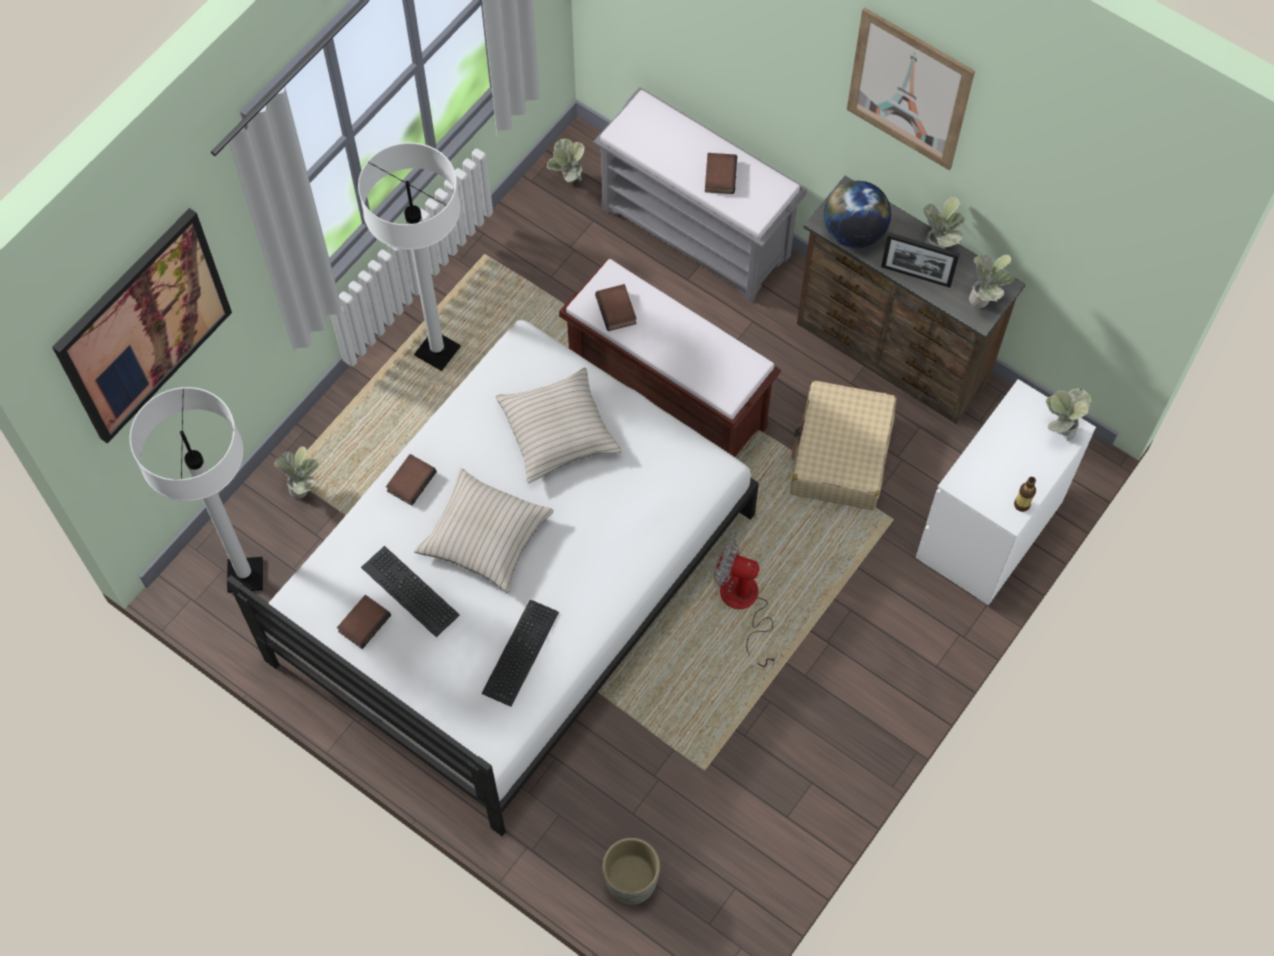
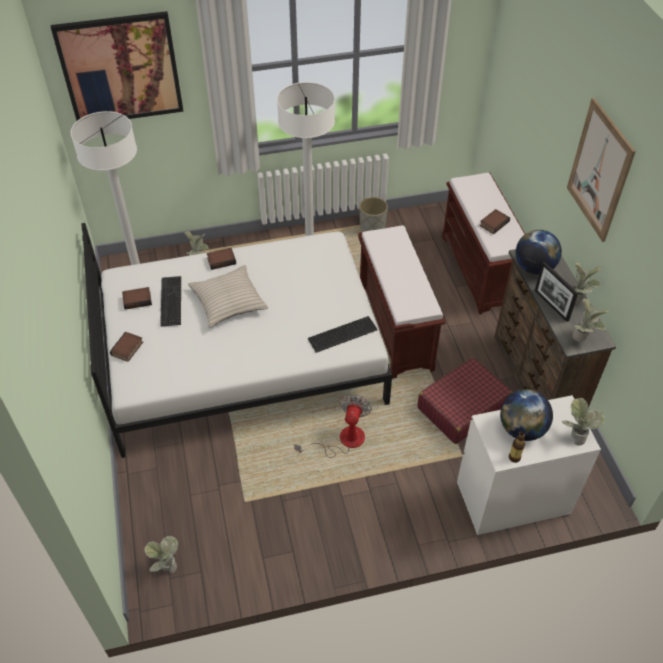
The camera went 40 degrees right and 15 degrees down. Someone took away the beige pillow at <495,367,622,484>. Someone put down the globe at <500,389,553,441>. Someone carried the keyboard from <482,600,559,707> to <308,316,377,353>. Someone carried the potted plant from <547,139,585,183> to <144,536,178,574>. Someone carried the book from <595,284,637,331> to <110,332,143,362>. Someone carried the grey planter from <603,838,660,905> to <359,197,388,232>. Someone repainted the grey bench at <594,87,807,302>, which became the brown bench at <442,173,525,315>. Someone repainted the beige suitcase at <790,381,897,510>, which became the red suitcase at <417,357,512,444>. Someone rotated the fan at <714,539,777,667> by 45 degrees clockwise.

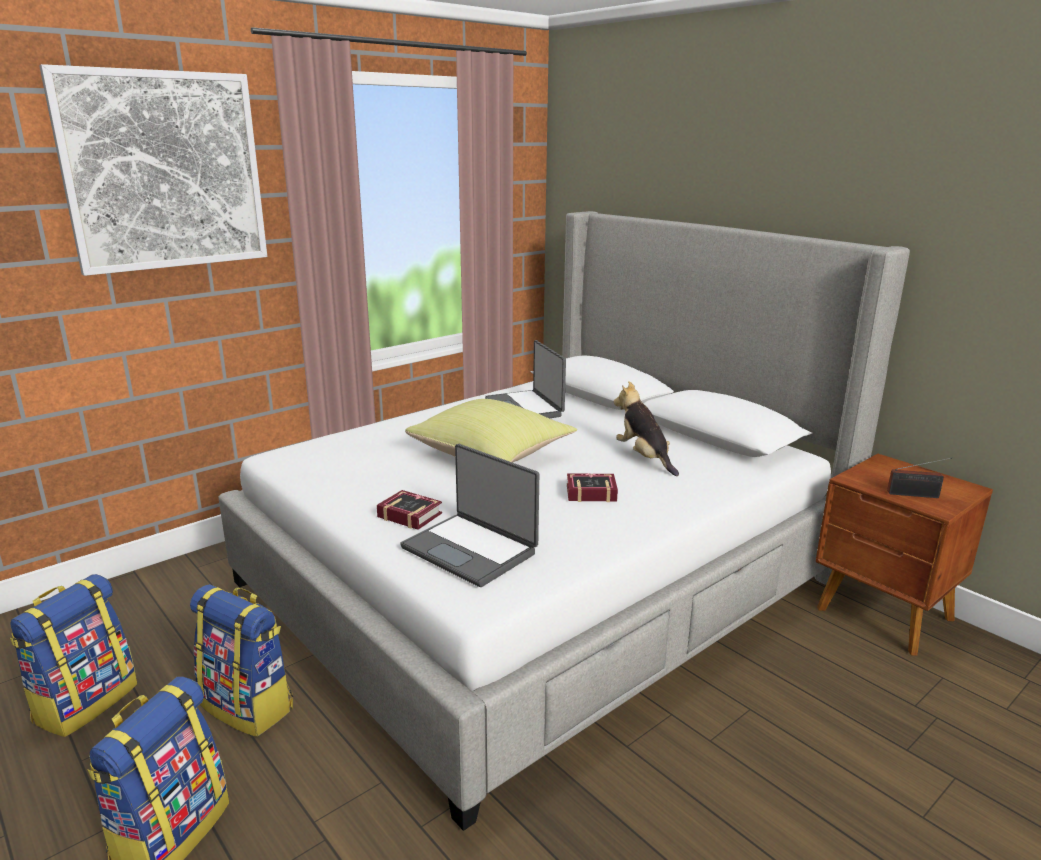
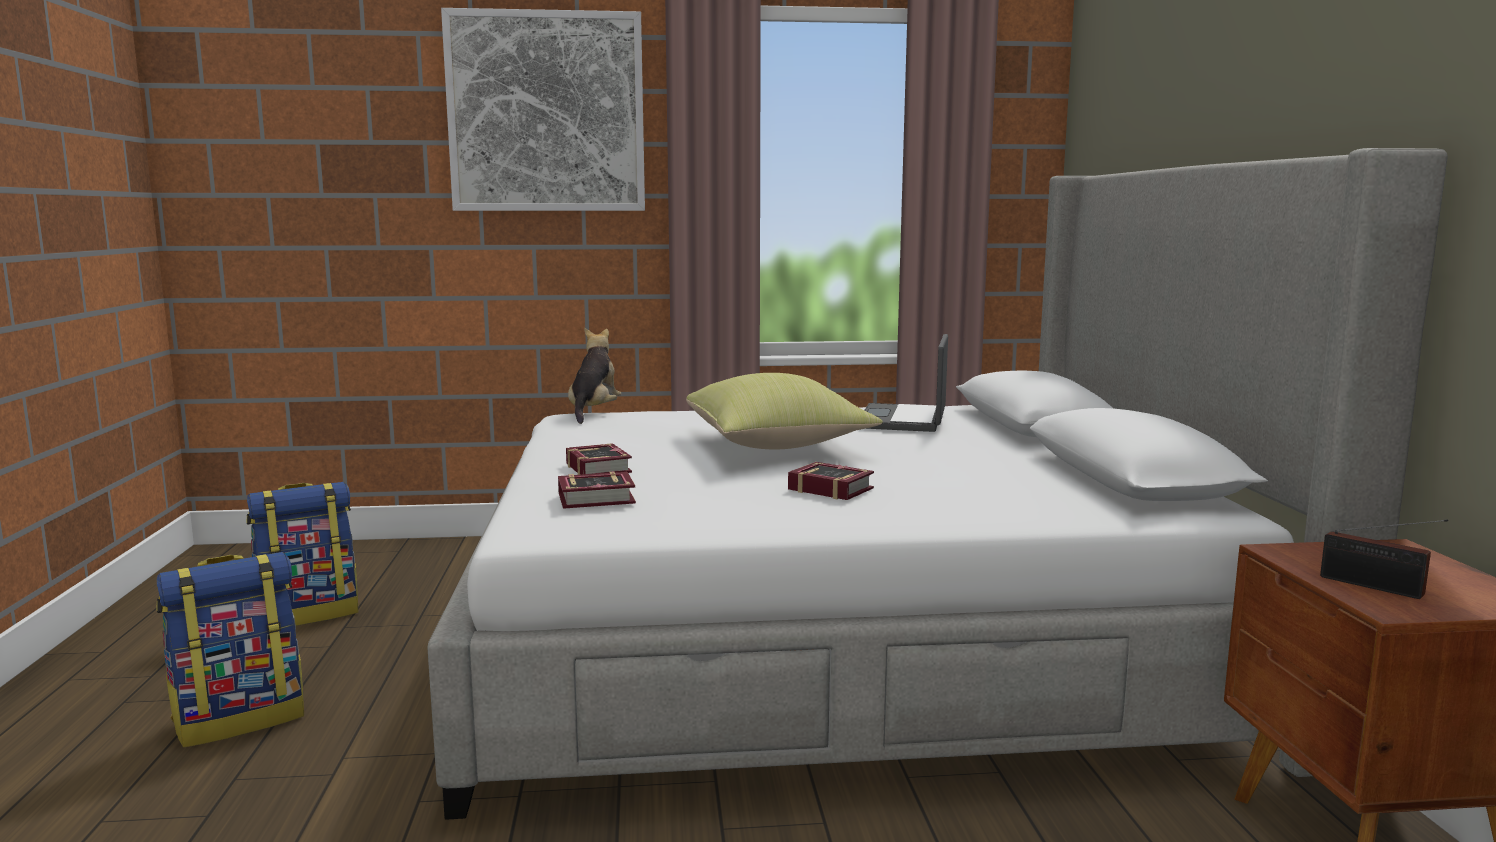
The camera went 35 degrees right and 10 degrees down. Someone took away the backpack at <190,584,293,737>. Someone carried the plush toy from <614,381,679,476> to <568,328,622,424>. Someone swapped the laptop at <400,444,539,587> for the book at <558,471,636,509>.

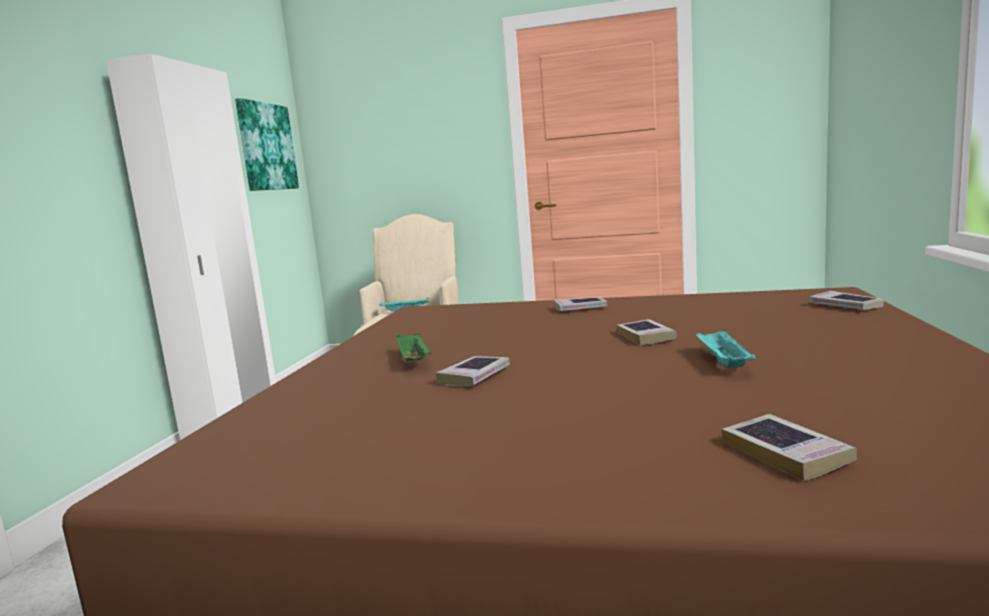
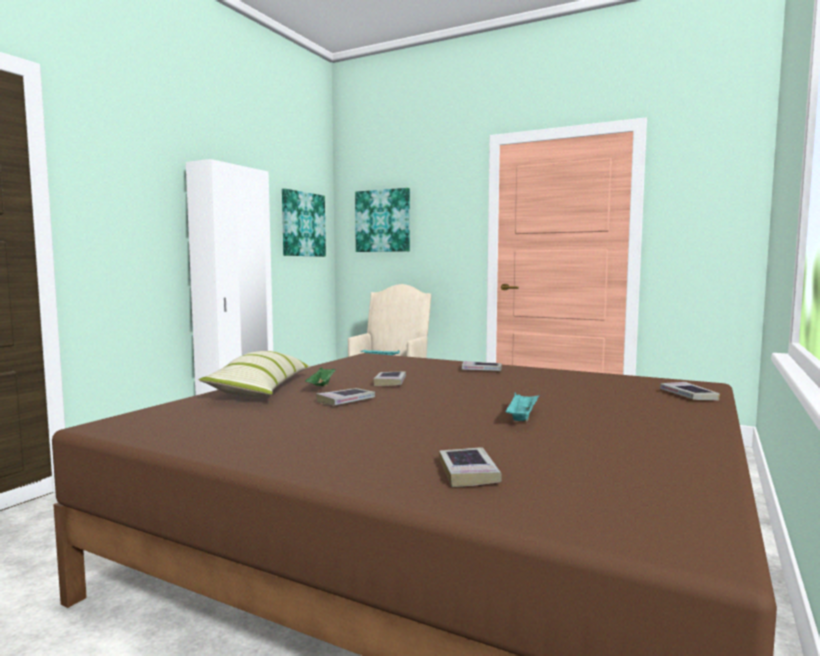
The camera went 15 degrees right and 5 degrees down. Someone put down the pillow at <199,351,311,398>. Someone put up the picture at <355,188,410,252>. Someone carried the book from <616,319,677,345> to <373,371,406,386>.

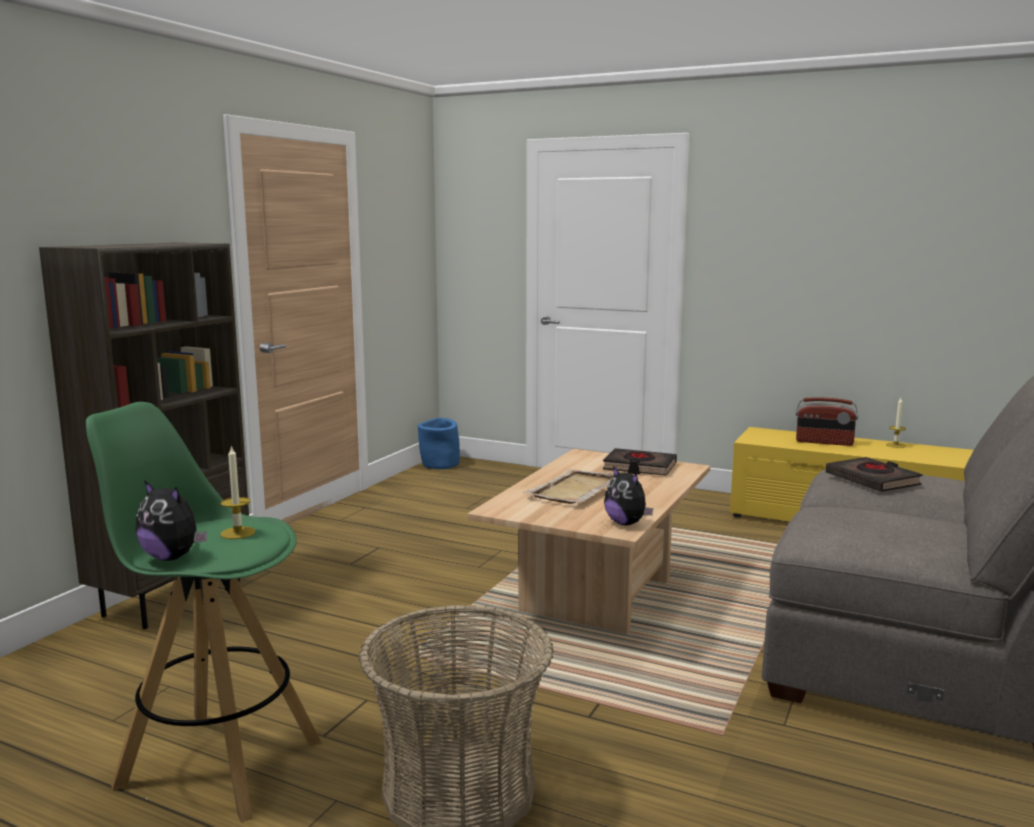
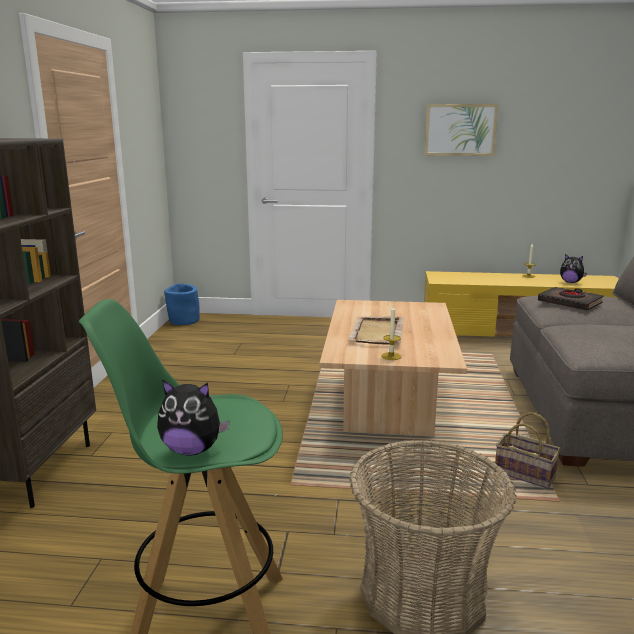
The camera went 20 degrees left and 5 degrees up. Someone took away the black book at <603,448,677,476>. Someone took away the radio at <796,397,858,446>. Someone put up the picture at <424,104,498,156>. Someone put down the basket at <495,412,561,488>. Someone carried the candle from <220,445,255,539> to <381,304,401,360>. Someone carried the plush toy from <604,466,653,526> to <560,254,587,283>.

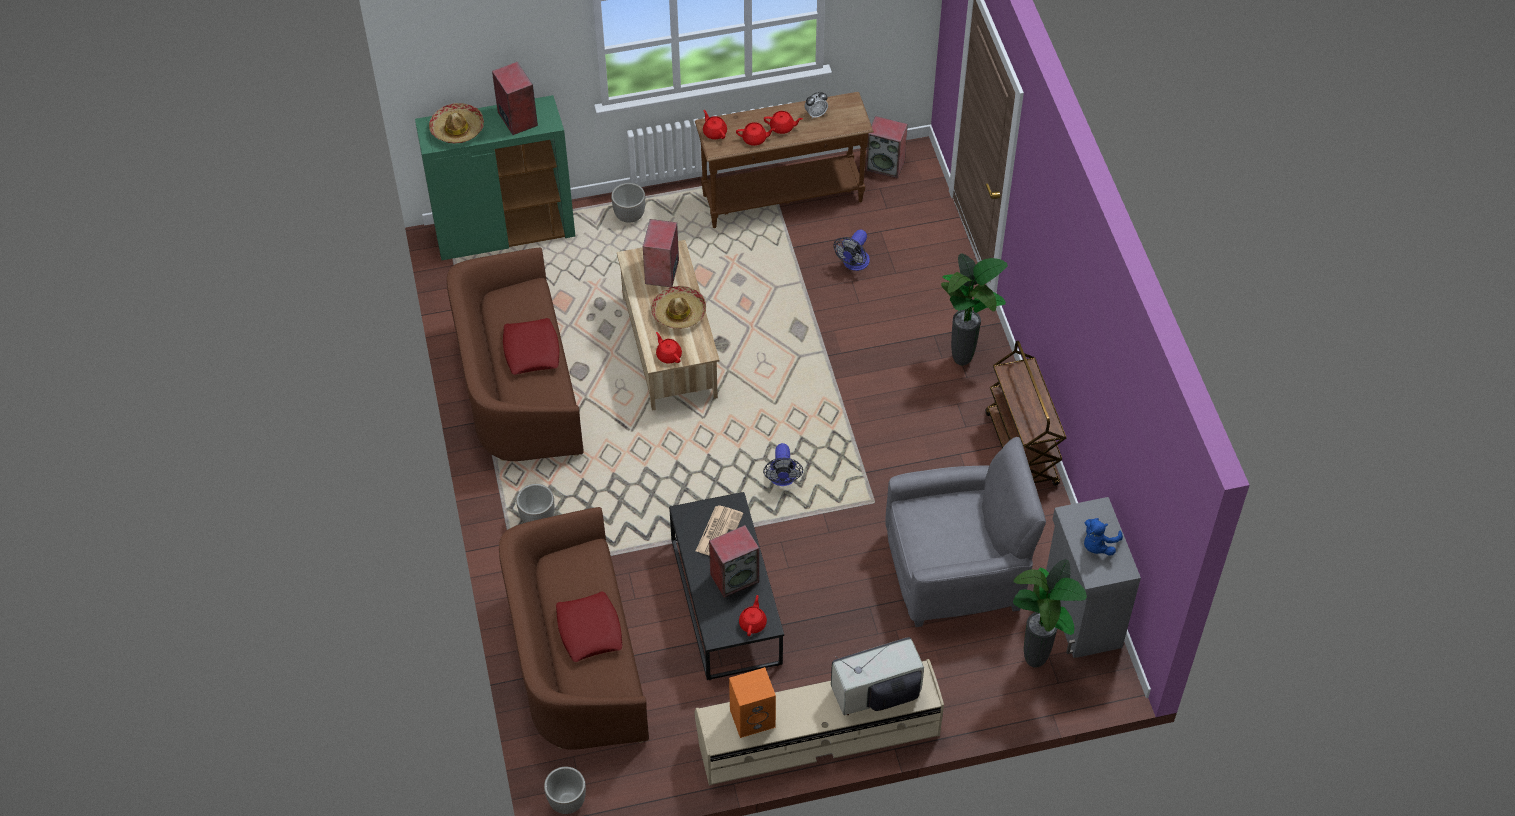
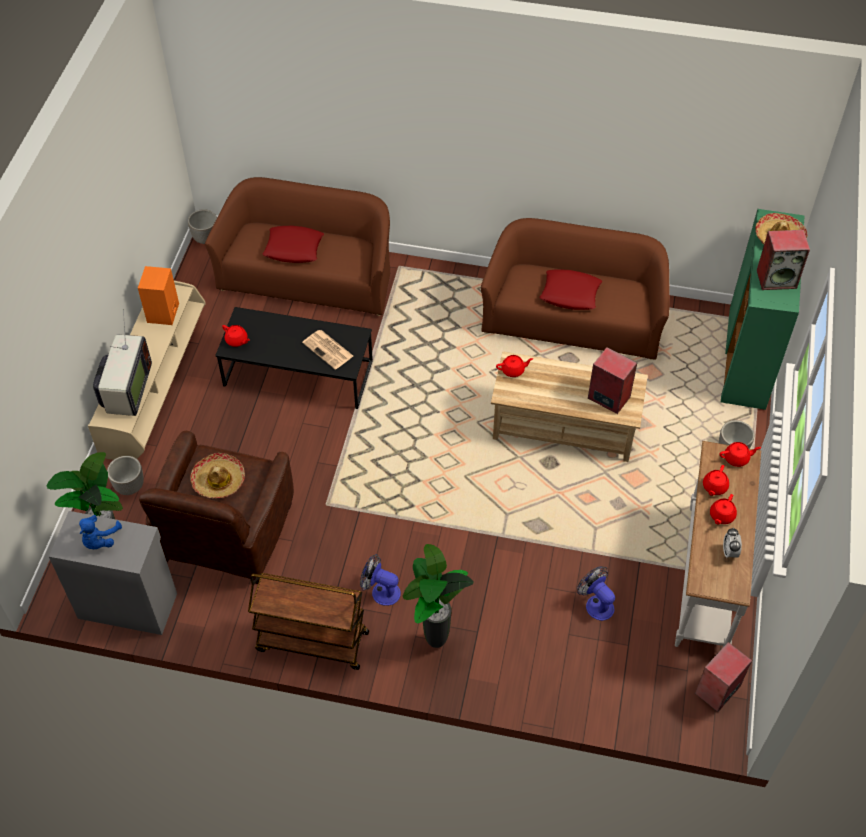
The camera went 115 degrees right and 0 degrees up. Someone took away the speaker at <709,525,759,598>. Someone carried the planter from <516,484,554,523> to <107,456,144,495>. Someone carried the hat from <651,286,706,329> to <190,453,245,498>. Someone carried the fan from <763,443,803,486> to <360,554,401,606>. Someone repainted the brown console table at <695,92,874,228>, which became the white console table at <675,441,761,647>. Someone repainted the grey armchair at <885,437,1046,627>, which became the brown armchair at <139,431,294,584>. Someone rotated the blue plush toy at <1084,518,1123,556> by 135 degrees counterclockwise.

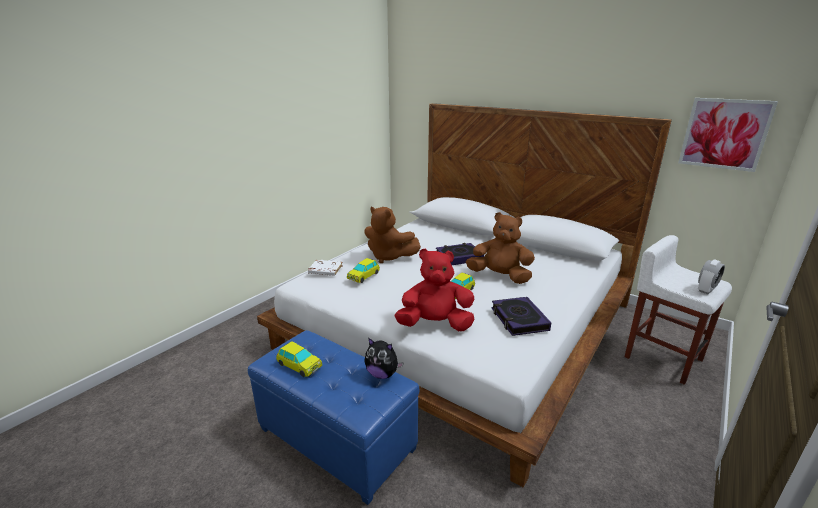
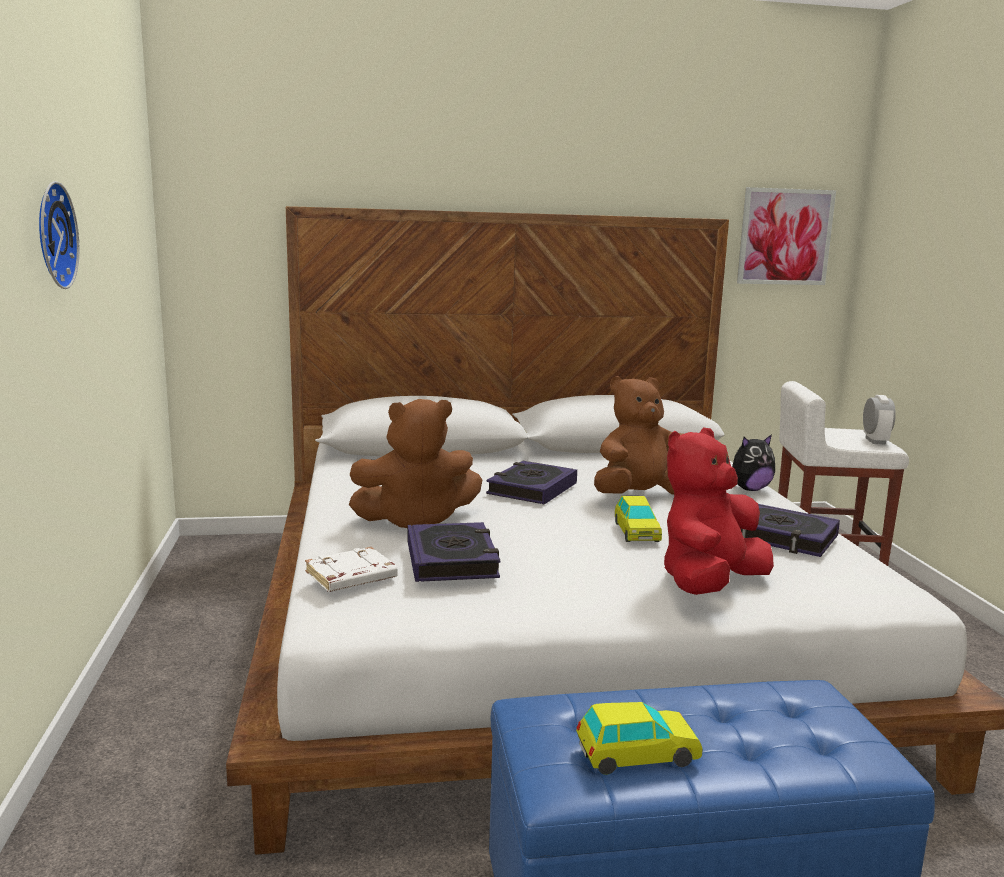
The camera went 45 degrees left and 10 degrees down. Someone put up the wall clock at <39,181,79,289>. Someone carried the plush toy from <364,338,404,379> to <732,434,775,491>. Someone swapped the toy car at <347,258,380,283> for the book at <408,522,500,582>.

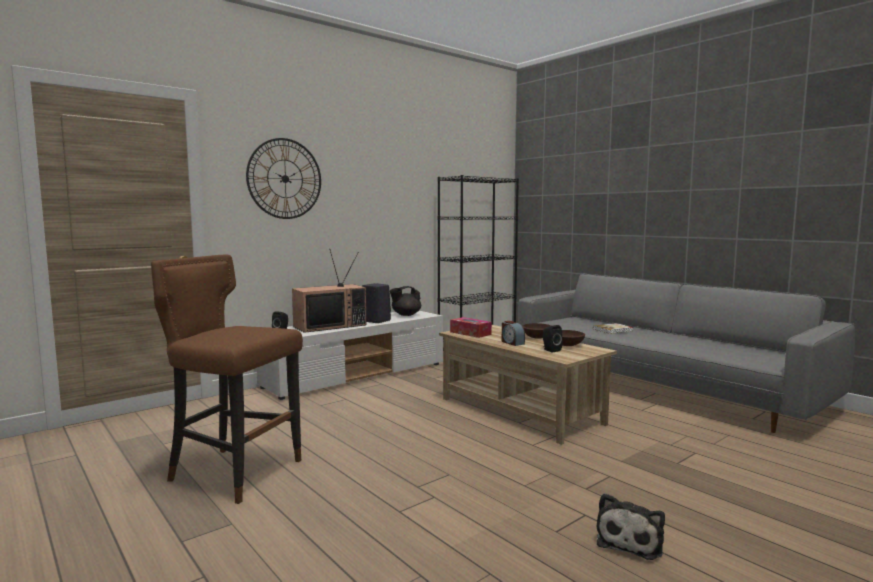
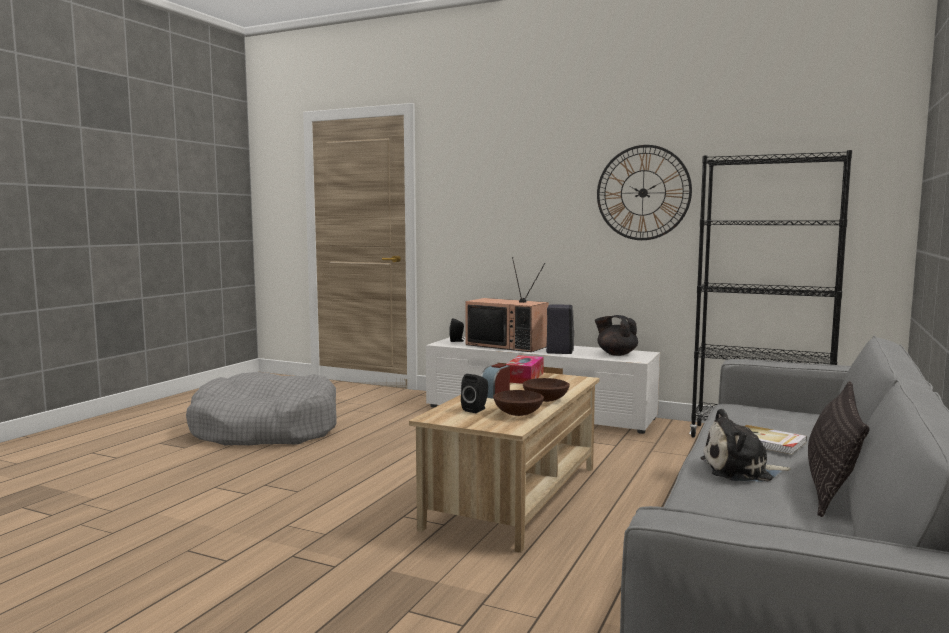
The camera went 65 degrees right and 0 degrees up. Someone put down the pillow at <808,381,870,517>. Someone carried the wall clock from <246,138,321,219> to <597,145,692,240>. Someone carried the plush toy from <597,493,665,560> to <701,409,791,481>. Someone swapped the brown stool at <151,254,303,504> for the grey dog bed at <186,372,337,445>.

